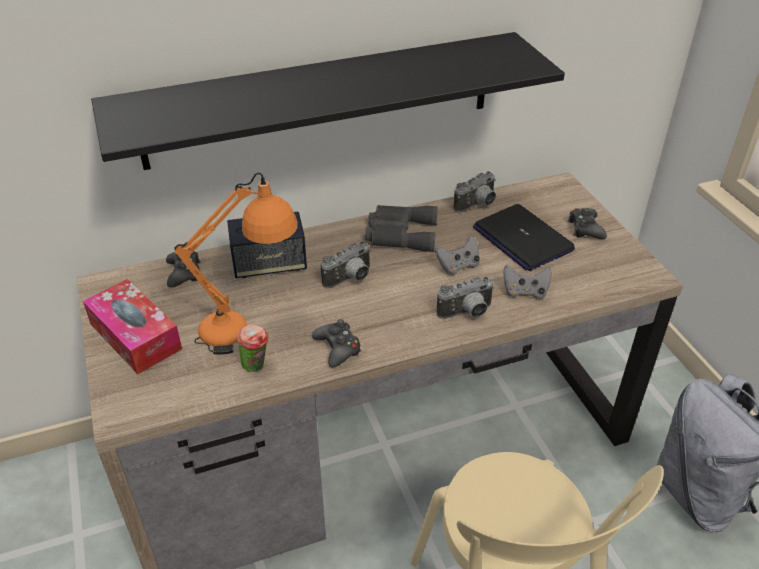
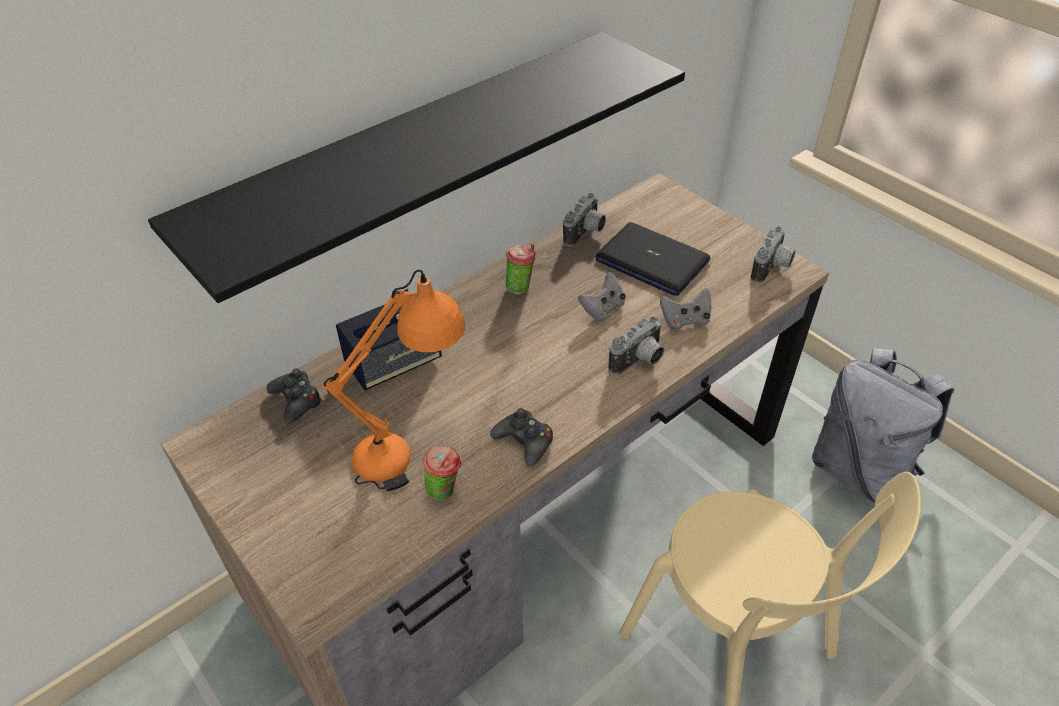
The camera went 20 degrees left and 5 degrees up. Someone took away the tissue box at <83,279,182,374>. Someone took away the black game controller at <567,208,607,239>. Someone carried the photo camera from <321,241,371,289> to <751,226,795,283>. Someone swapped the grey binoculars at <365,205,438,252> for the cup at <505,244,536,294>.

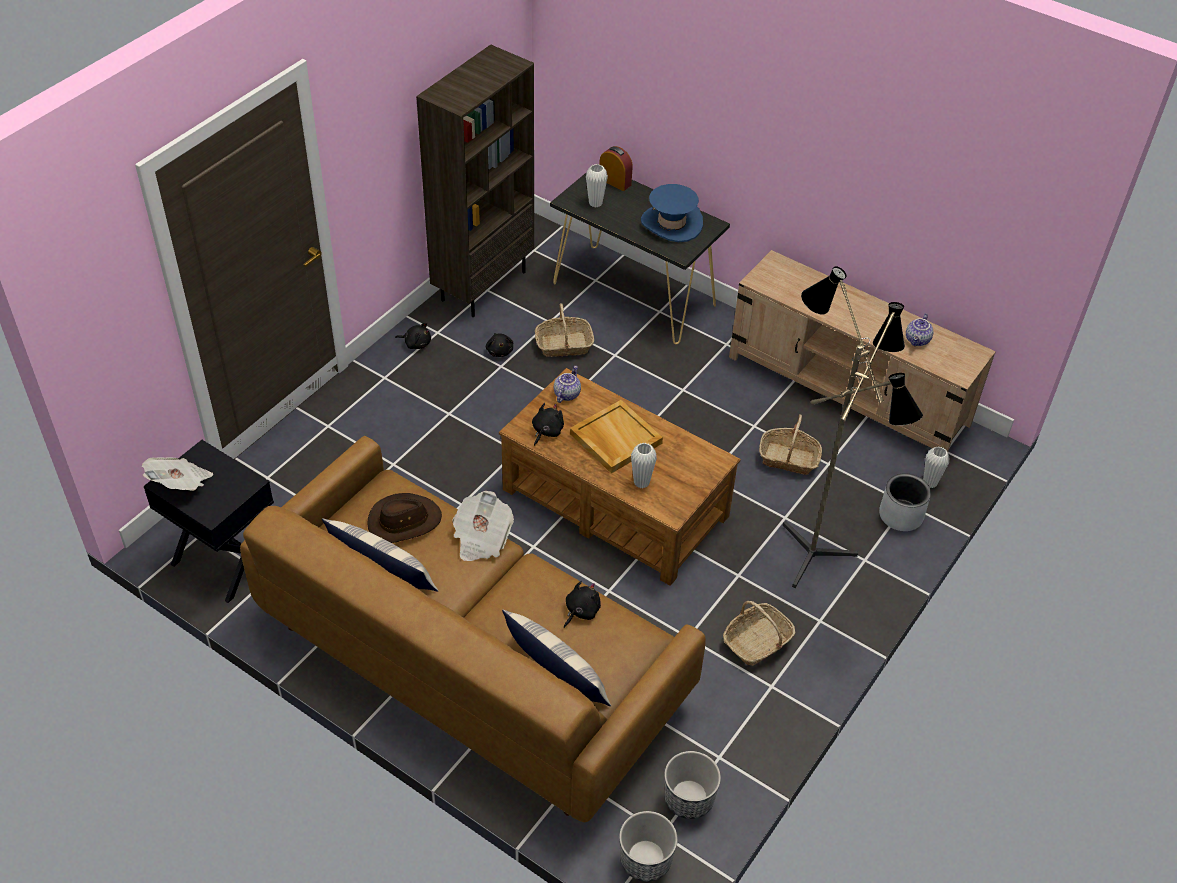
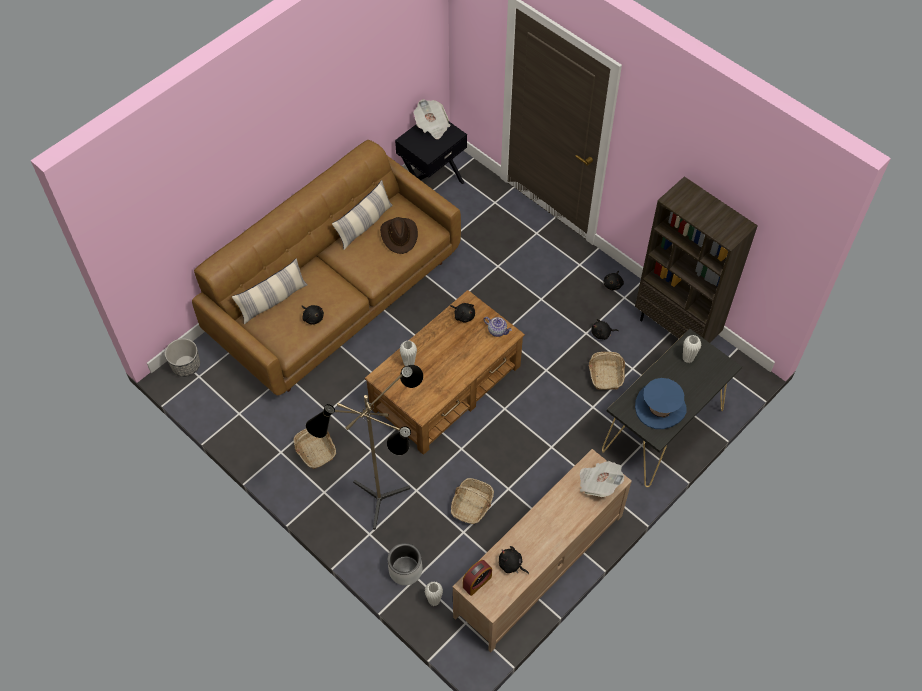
The camera went 100 degrees right and 10 degrees up. Someone took away the beige tray at <570,400,663,473>. Someone took away the planter at <664,751,721,819>. Someone carried the newspaper from <452,491,514,561> to <580,461,624,497>. Someone carried the alarm clock from <599,146,633,191> to <463,560,492,596>. Someone swapped the teapot at <906,313,933,346> for the black plush toy at <499,546,529,574>.

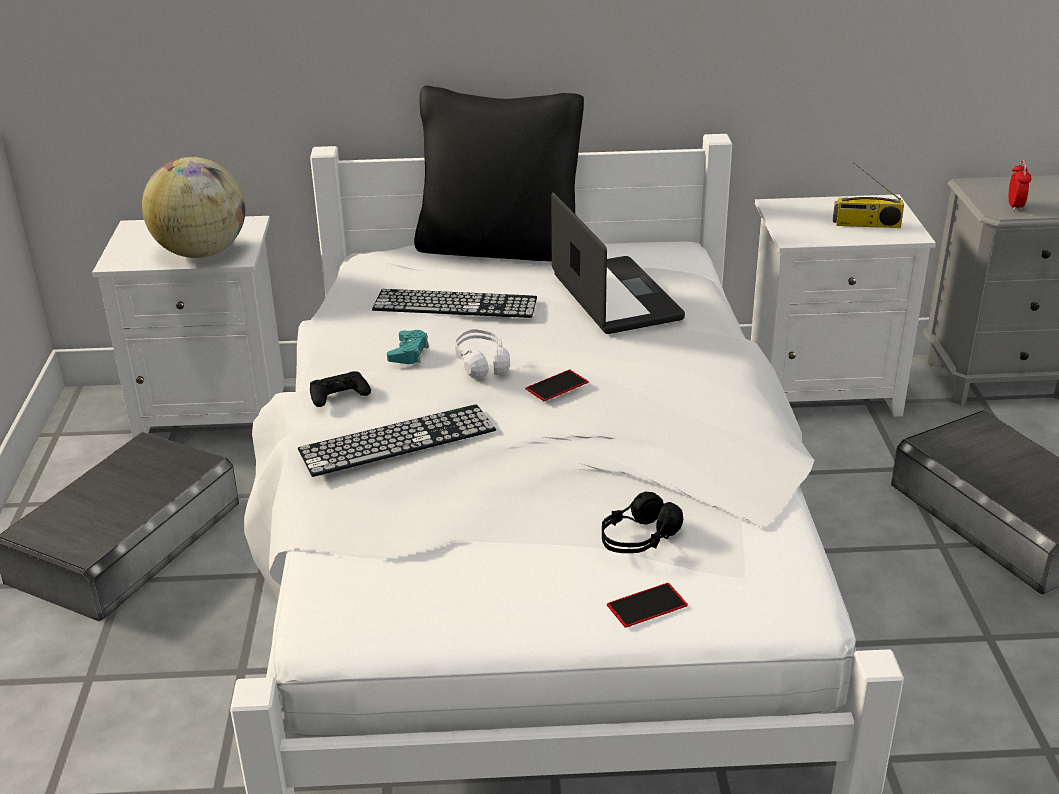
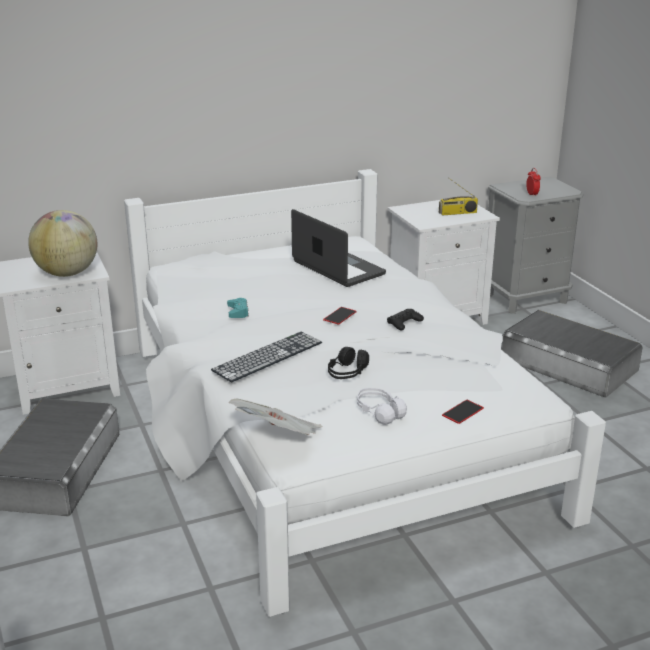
The camera went 20 degrees left and 5 degrees down. Someone took away the keyboard at <372,289,537,318>. Someone took away the black pillow at <414,86,584,262>. Someone put down the newspaper at <229,398,323,435>. Someone carried the black game controller from <310,371,371,407> to <387,309,424,330>. Someone carried the white headphones from <455,329,510,379> to <357,388,407,424>. Someone carried the black headphones from <602,492,683,553> to <328,347,369,379>.

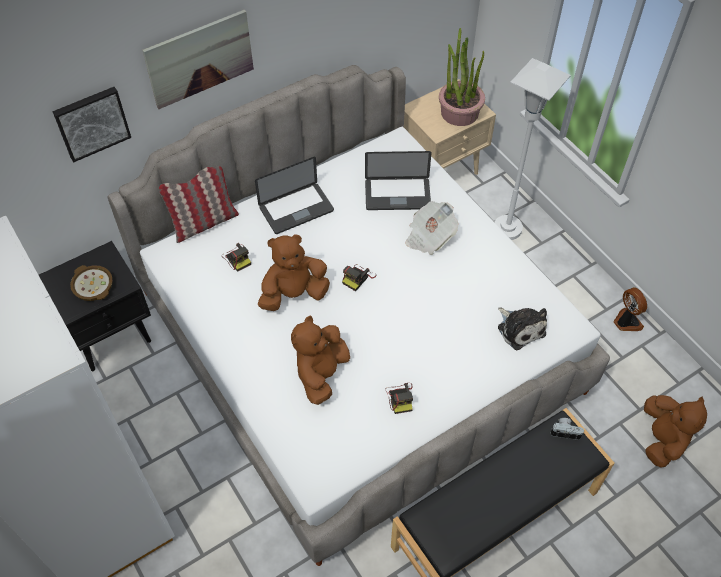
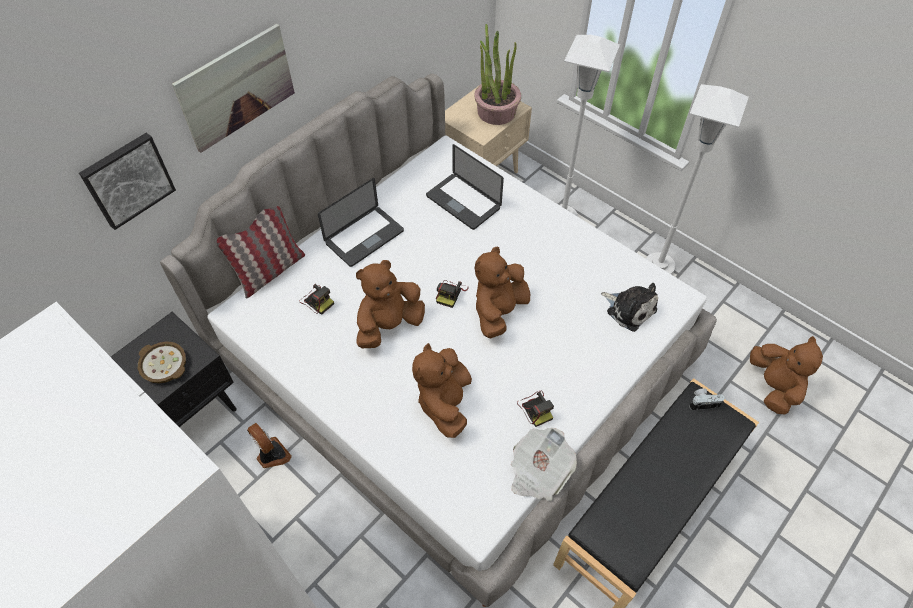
The camera went 15 degrees left and 0 degrees up. Someone put down the brown plush toy at <474,246,530,339>. Someone put down the white floor lamp at <646,84,749,275>. Someone carried the newspaper from <405,201,458,255> to <511,428,577,501>. Someone carried the fan from <613,287,647,331> to <247,423,292,469>. Someone rotated the laptop at <365,151,432,210> by 60 degrees clockwise.

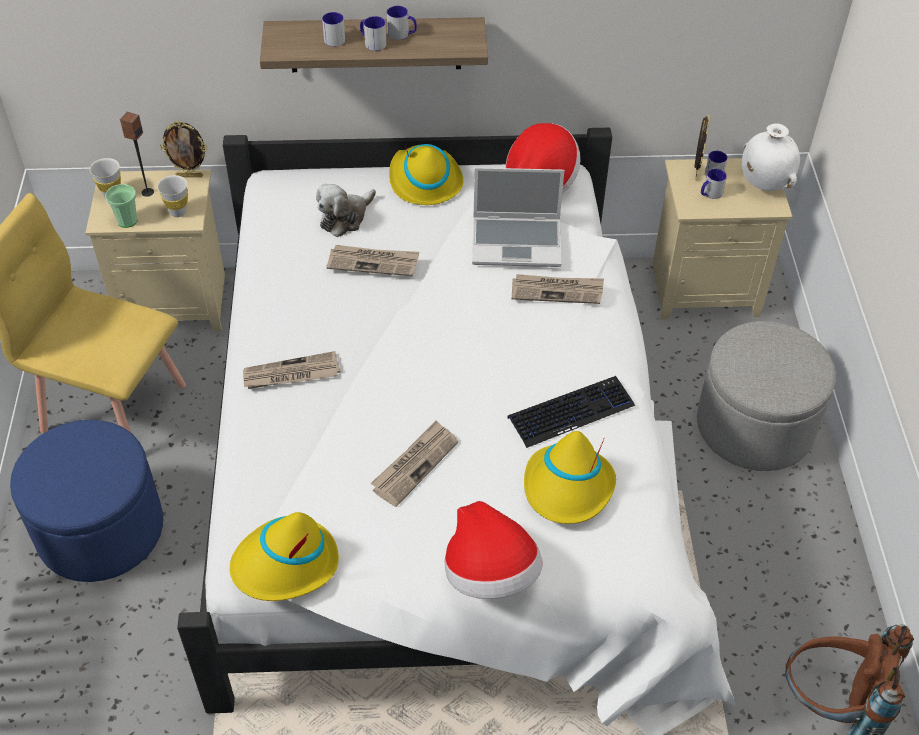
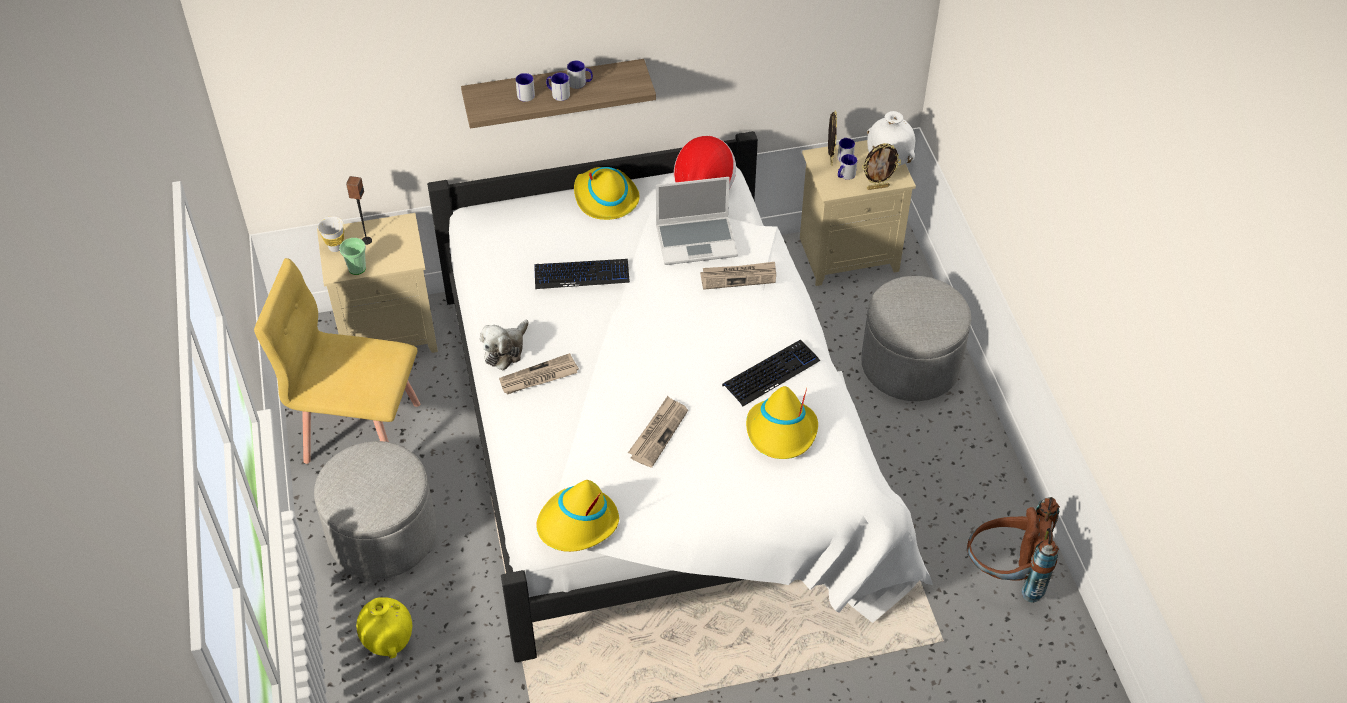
The camera went 10 degrees left and 0 degrees up. Someone took away the white cup at <157,175,188,217>. Someone took away the hat at <445,501,543,599>. Someone put down the yellow vase at <356,597,412,659>. Someone carried the picture frame from <160,121,207,177> to <862,143,901,190>. Someone carried the plush toy from <316,184,376,237> to <480,320,529,370>. Someone swapped the newspaper at <326,245,419,276> for the keyboard at <534,259,630,289>. Someone repainted the blue ottoman at <10,420,163,582>, which became the grey ottoman at <314,441,437,579>.

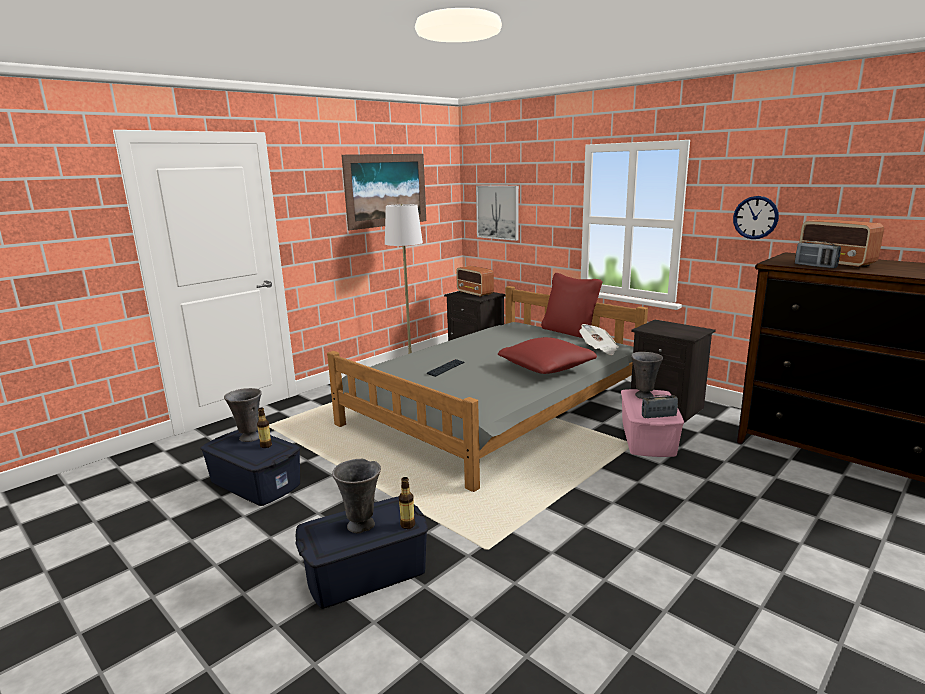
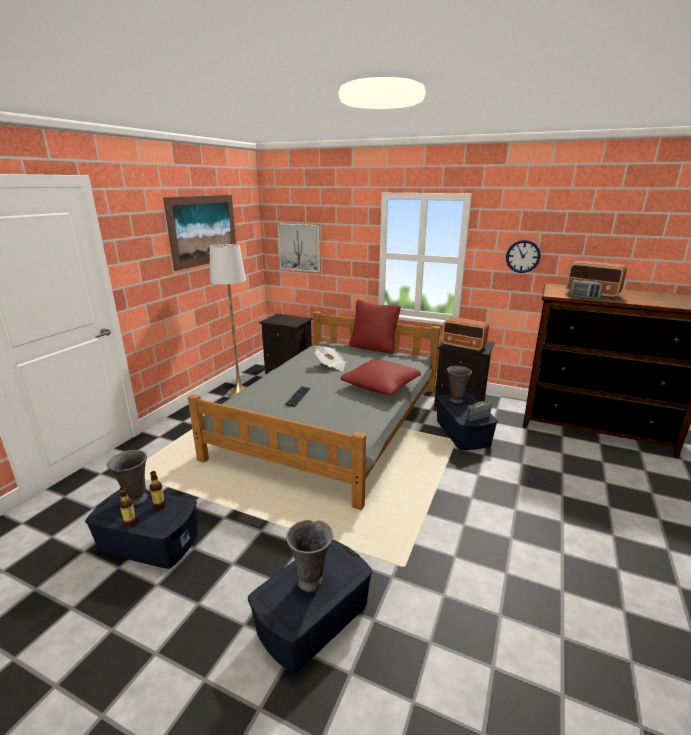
The camera went 20 degrees left and 5 degrees up. Someone carried the bottle from <399,477,415,529> to <119,487,137,527>. Someone carried the radio from <456,266,494,297> to <442,317,489,351>. Someone carried the newspaper from <579,324,619,355> to <315,346,346,371>. Someone repainted the pink storage box at <621,389,684,457>, which became the blue storage box at <436,393,498,450>.

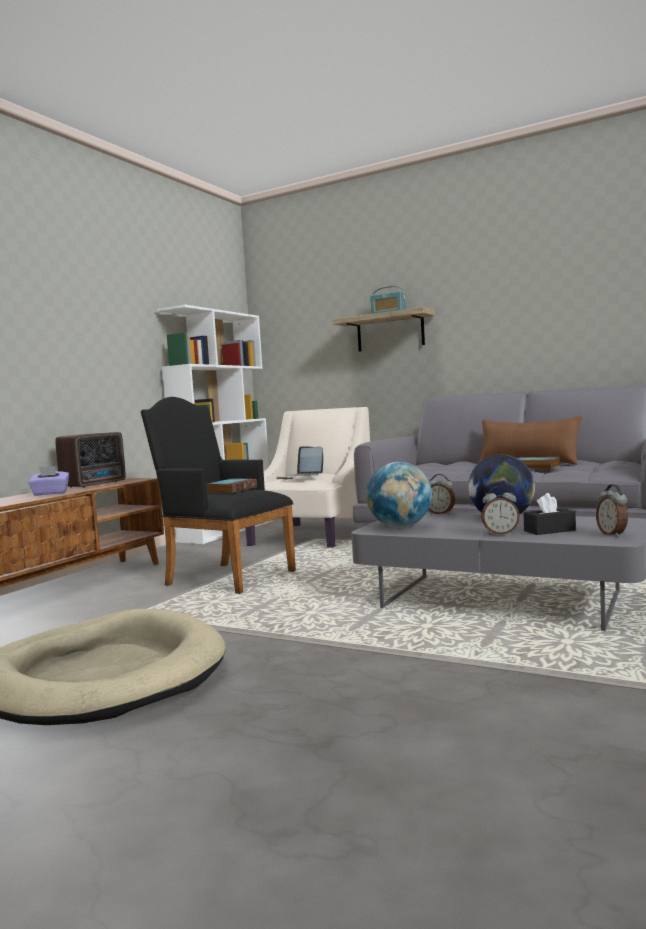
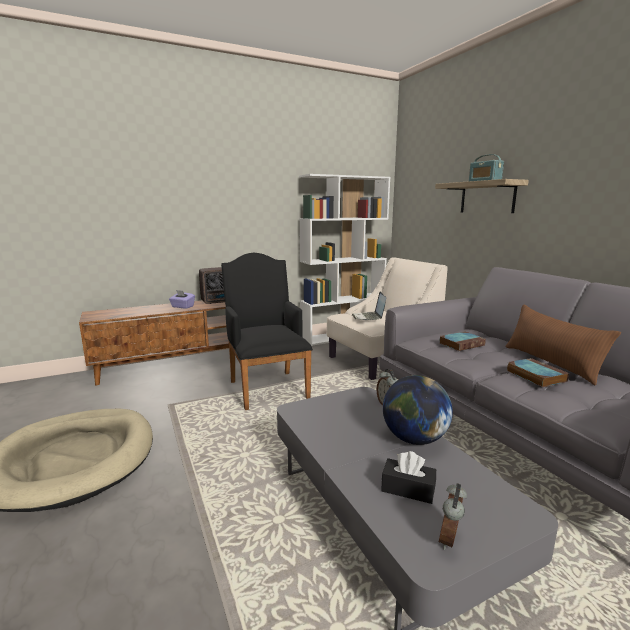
The camera went 35 degrees right and 10 degrees up. Someone took away the globe at <366,462,432,528>. Someone took away the alarm clock at <481,486,520,535>. Someone carried the book from <207,479,257,493> to <440,331,486,351>.

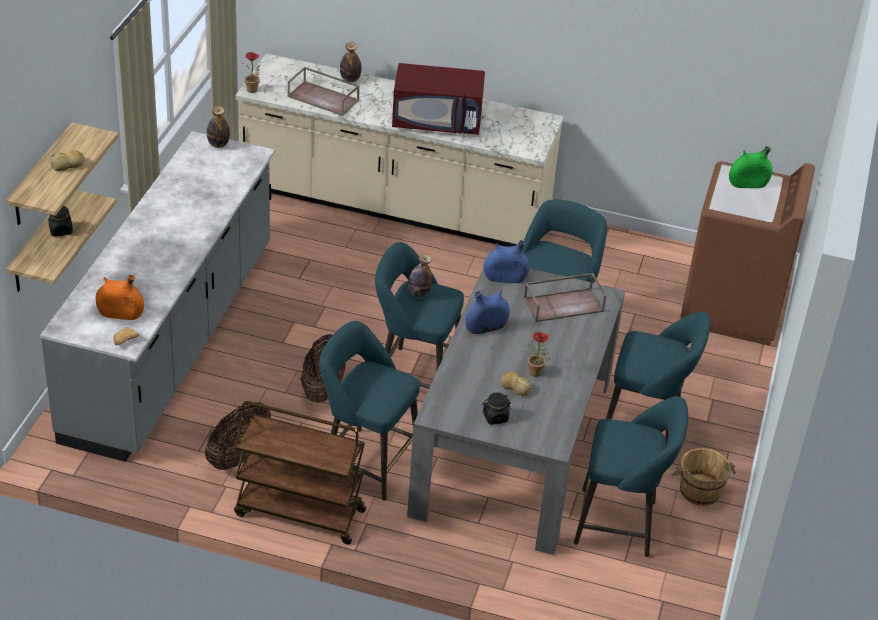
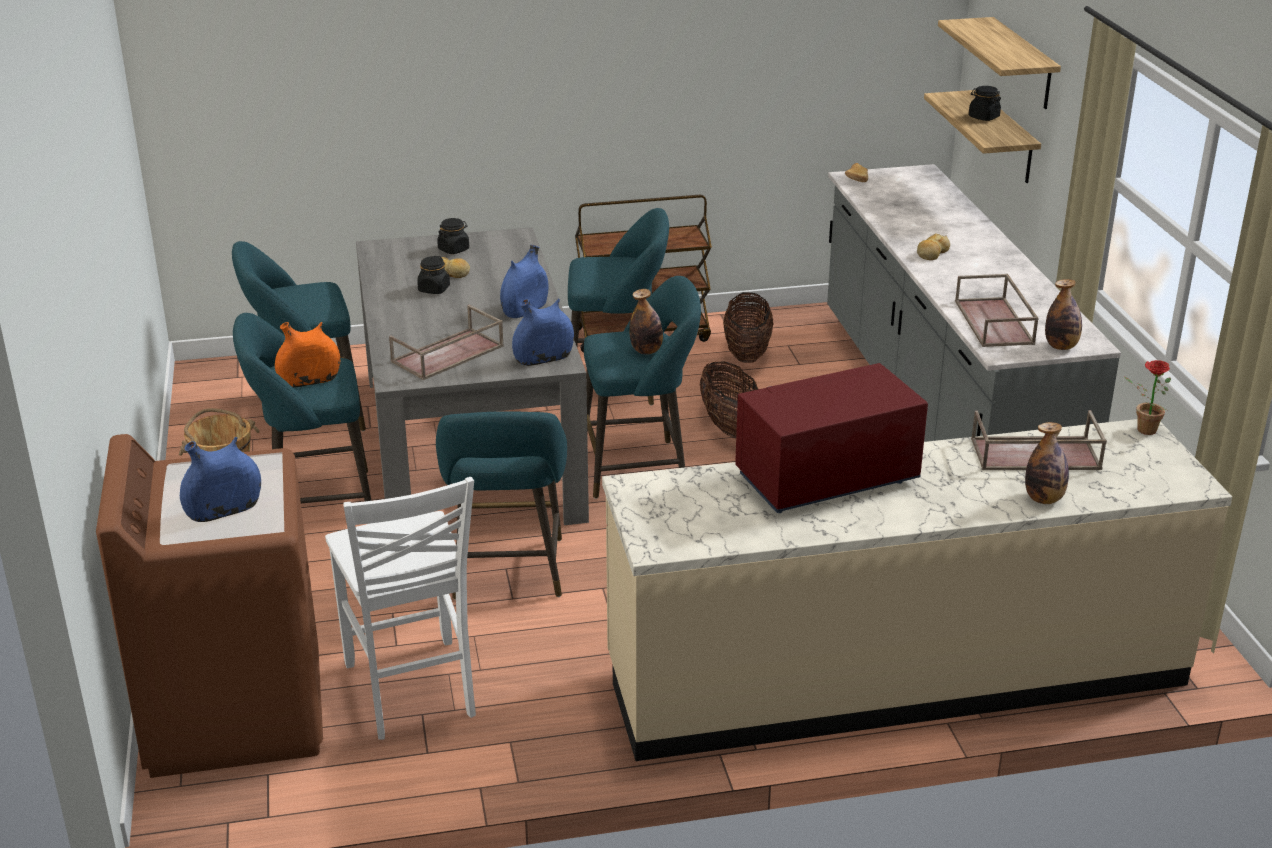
The camera went 155 degrees right and 10 degrees down. Someone put down the white chair at <325,477,476,740>. Someone put down the brown tray at <955,274,1039,347>. Someone carried the bread from <50,150,85,171> to <917,233,950,260>. Someone carried the orange vase from <95,275,144,320> to <275,322,340,388>. Someone swapped the potted plant at <527,332,551,377> for the black jar at <417,256,450,294>. Someone repainted the green vase at <729,146,773,188>, which became the blue vase at <180,437,261,522>.

